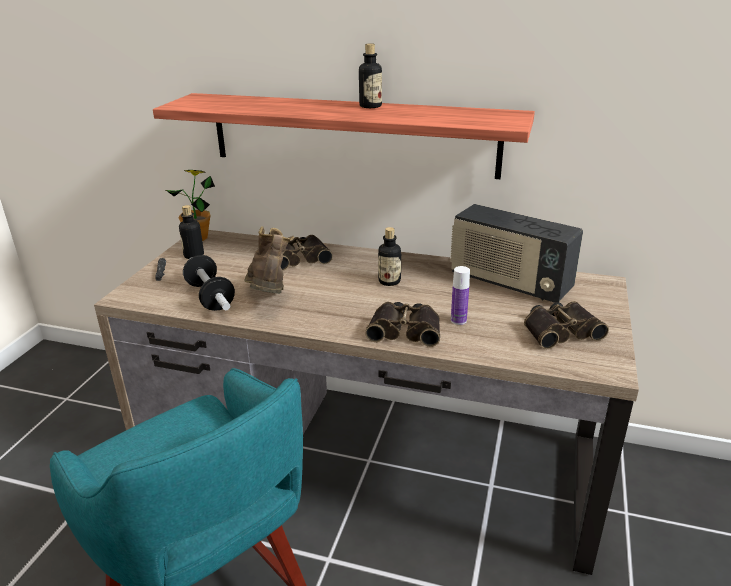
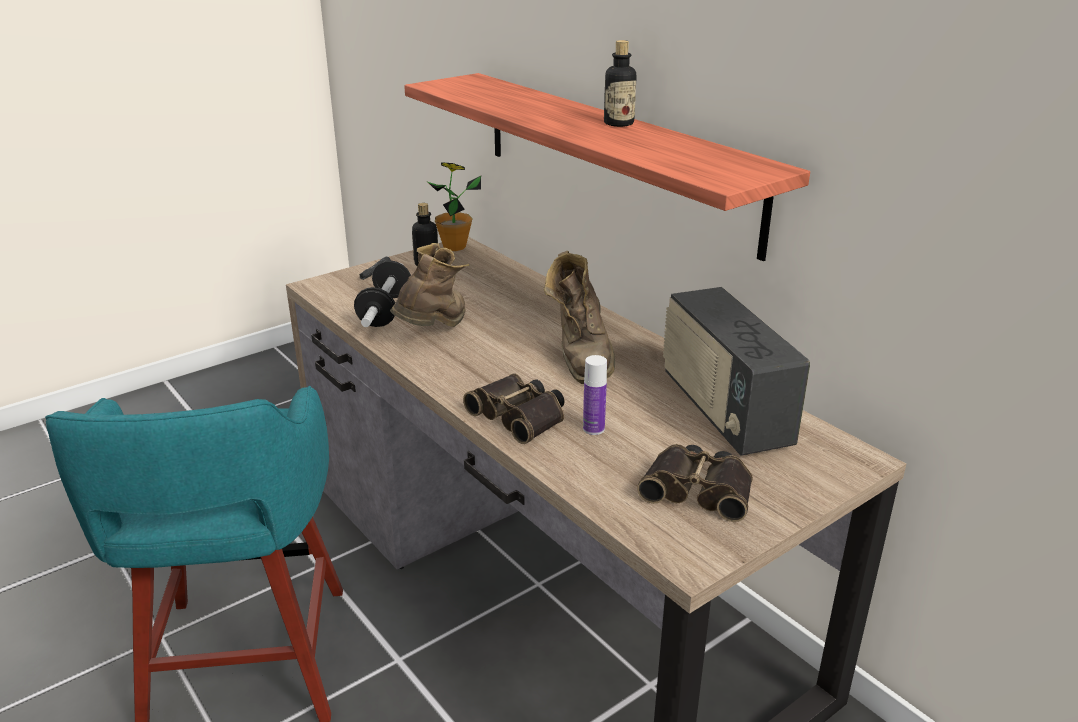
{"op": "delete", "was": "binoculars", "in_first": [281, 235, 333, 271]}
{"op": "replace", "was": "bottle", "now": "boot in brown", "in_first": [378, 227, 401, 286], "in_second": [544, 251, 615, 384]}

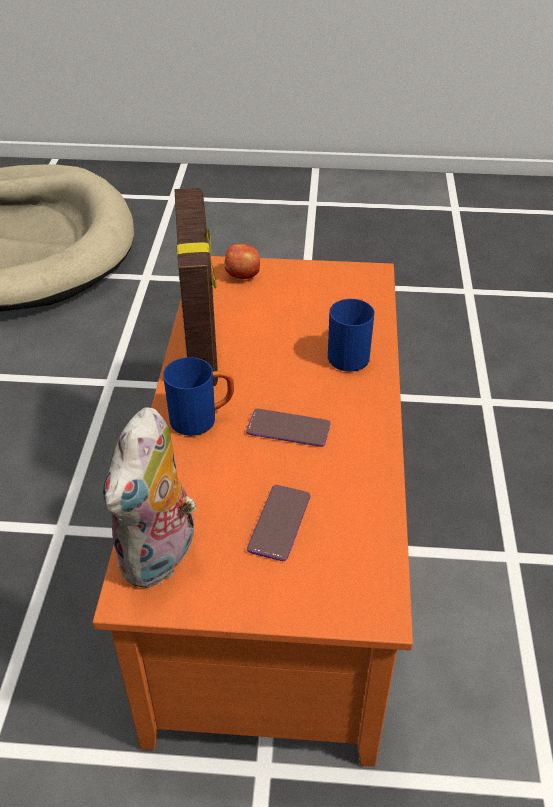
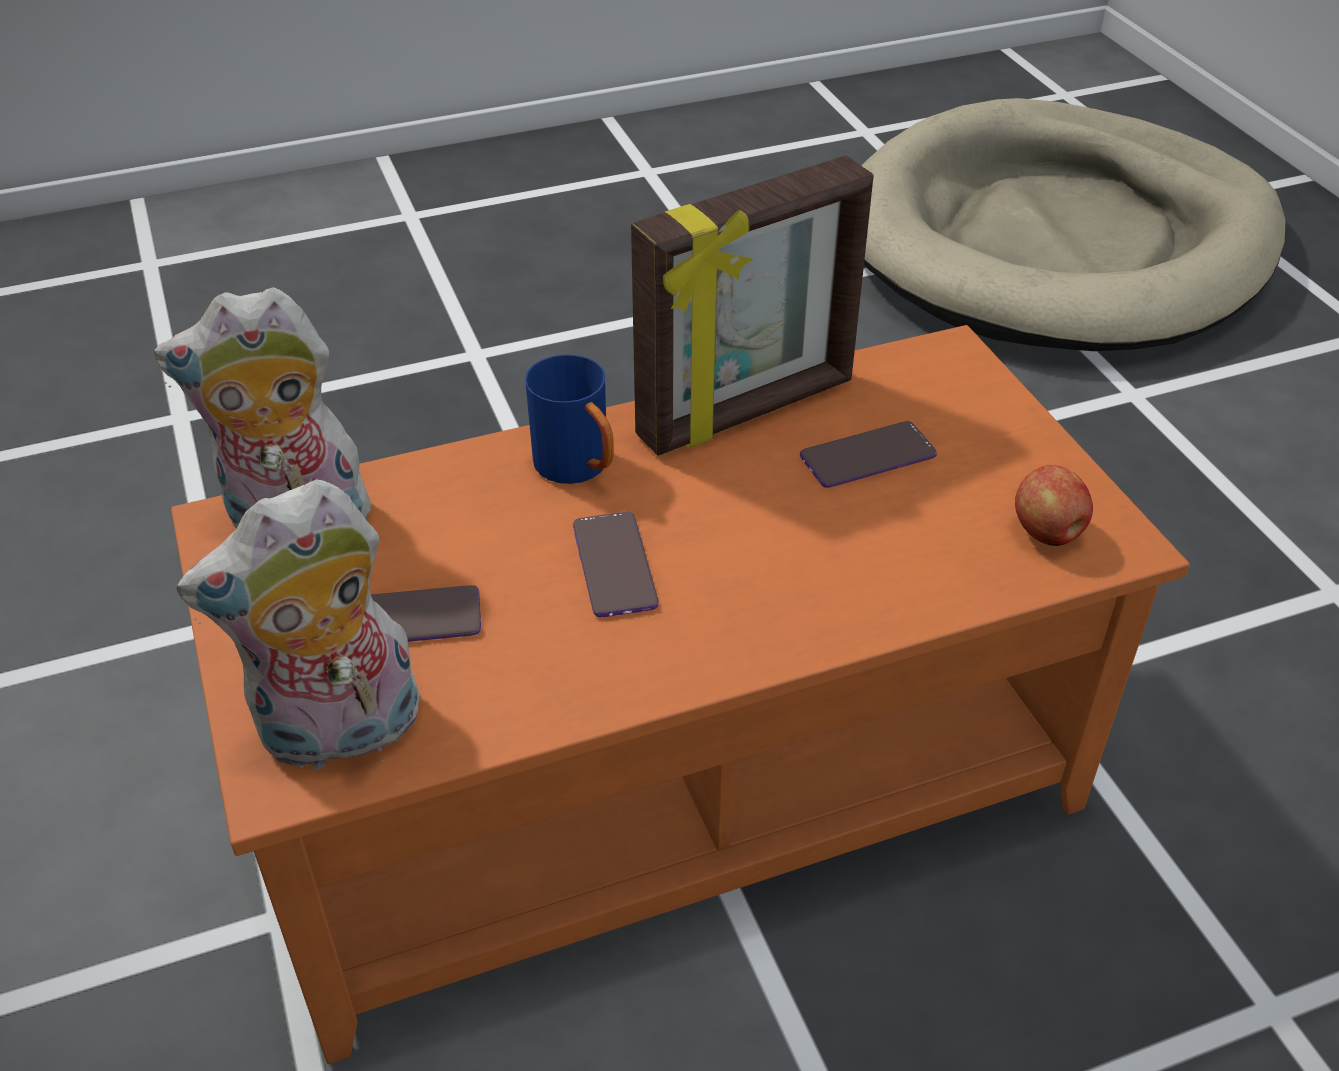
{"op": "delete", "was": "mug in blue", "in_first": [328, 298, 375, 372]}
{"op": "insert", "now": "plush toy", "in_second": [176, 479, 419, 772]}
{"op": "insert", "now": "phone", "in_second": [800, 421, 937, 488]}
{"op": "move", "was": "apple", "in_first": [224, 244, 260, 279], "in_second": [1015, 465, 1093, 546]}

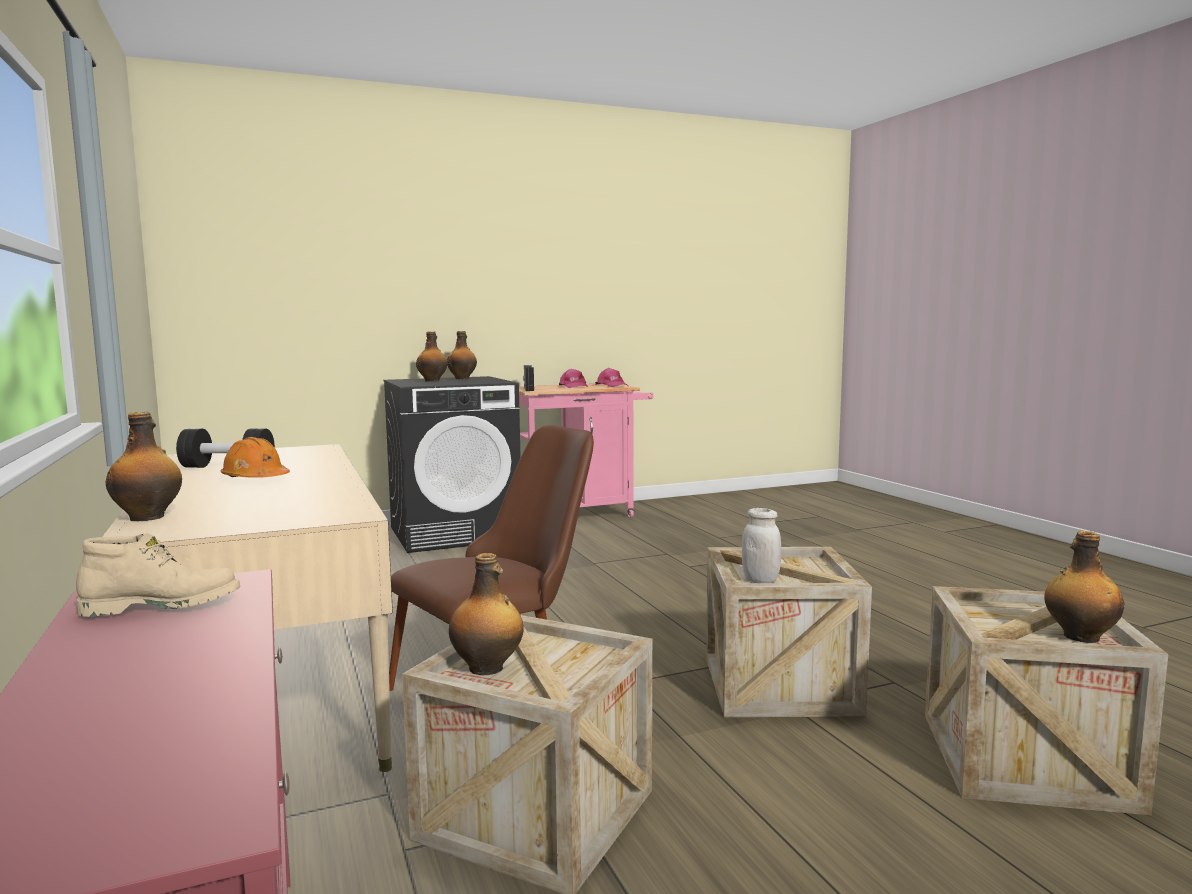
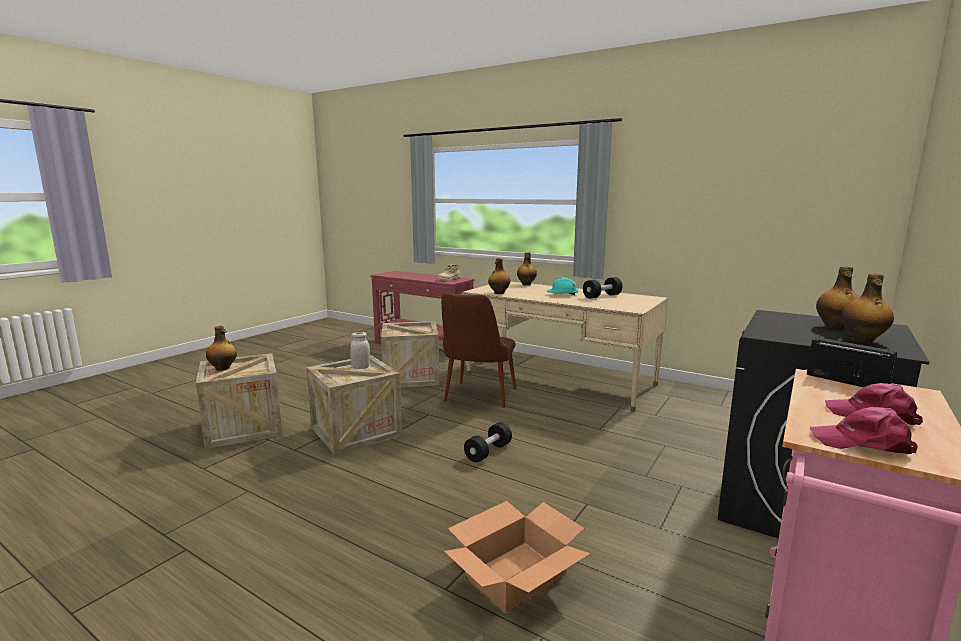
{"op": "insert", "now": "cardboard box", "in_second": [444, 501, 591, 613]}
{"op": "insert", "now": "dumbbell in black", "in_second": [464, 422, 512, 463]}
{"op": "move", "was": "bottle", "in_first": [449, 553, 524, 675], "in_second": [488, 258, 510, 294]}
{"op": "recolor", "was": "hard hat in orange", "now": "hard hat in turquoise", "in_first": [221, 437, 290, 478], "in_second": [547, 277, 578, 296]}

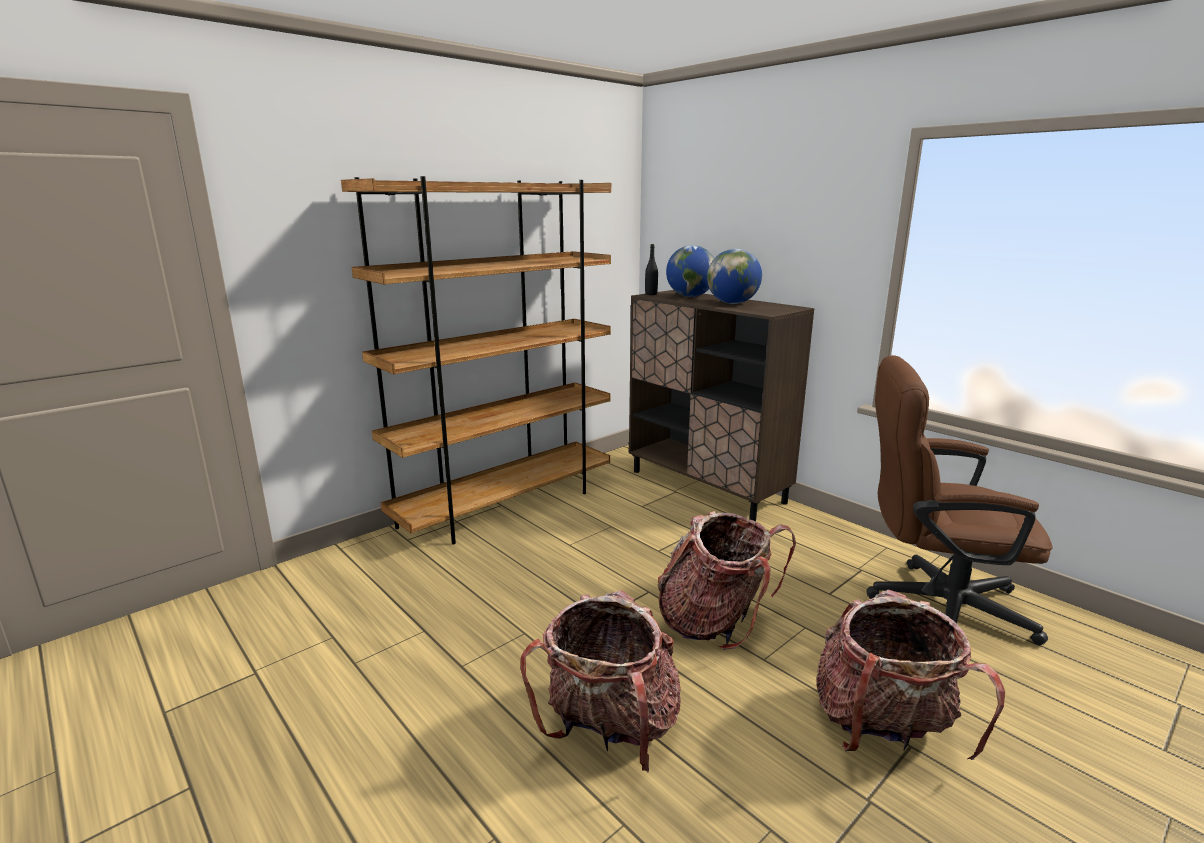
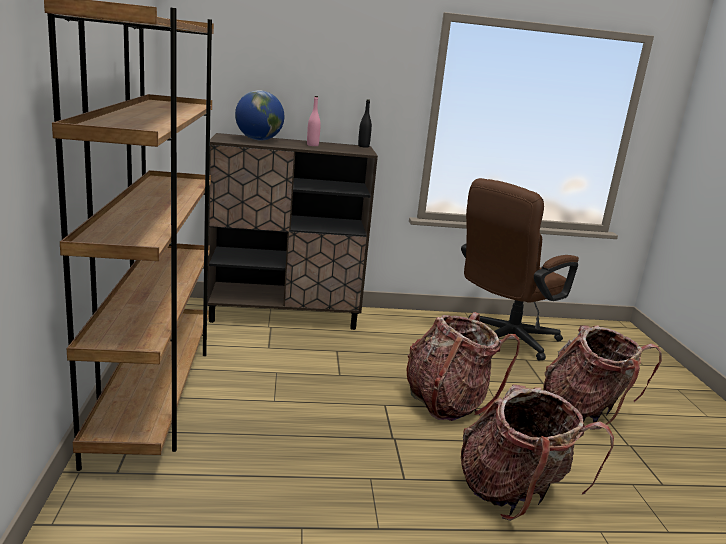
{"op": "move", "was": "bottle in black", "in_first": [645, 244, 658, 295], "in_second": [358, 99, 372, 148]}
{"op": "replace", "was": "globe", "now": "bottle in pink", "in_first": [707, 249, 762, 304], "in_second": [307, 96, 321, 146]}

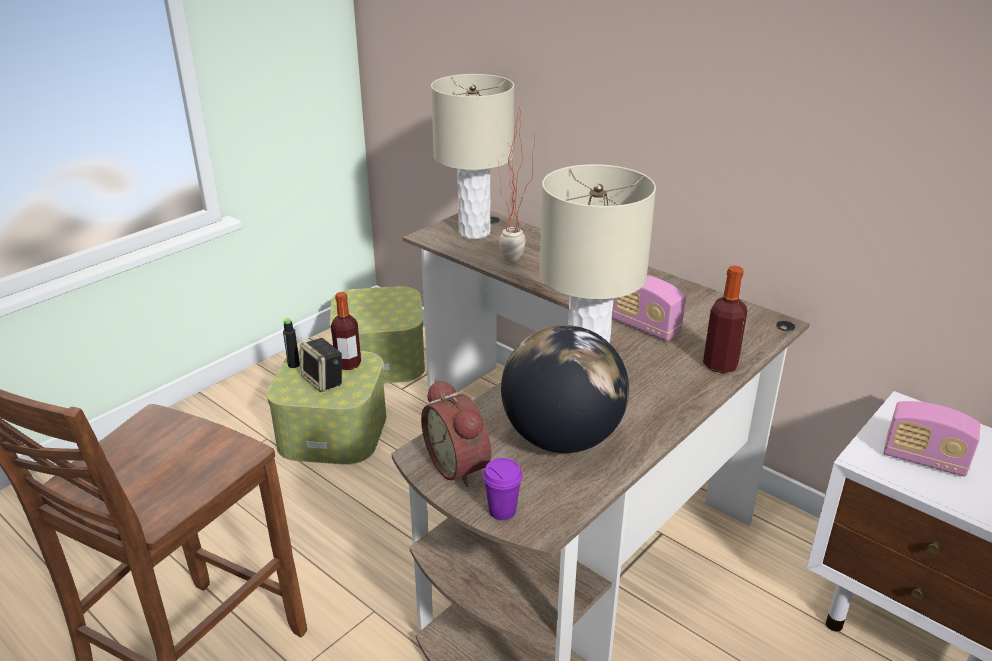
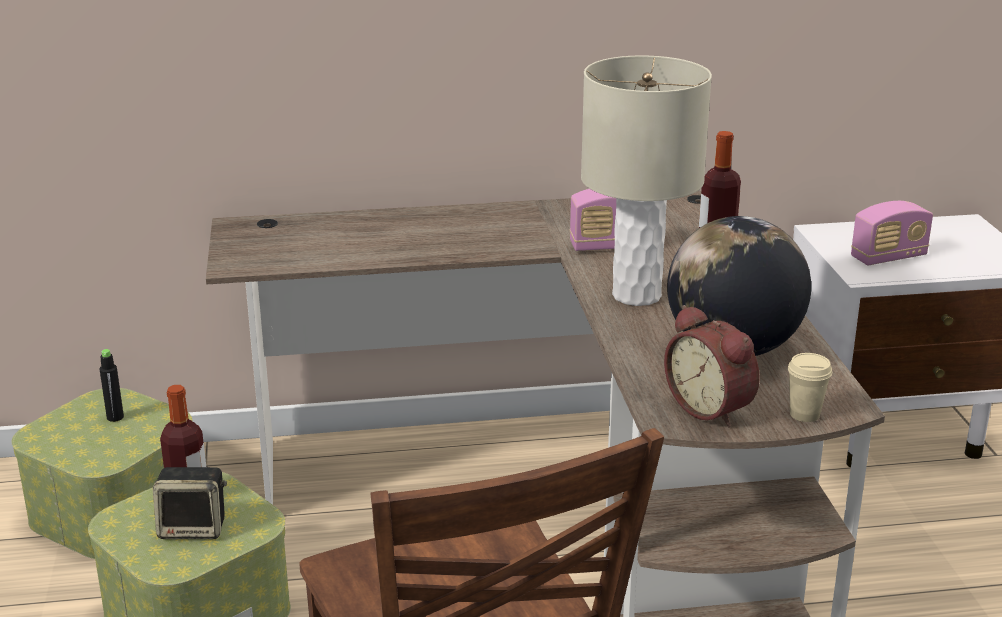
{"op": "delete", "was": "table lamp in beige", "in_first": [431, 74, 514, 239]}
{"op": "delete", "was": "potted plant", "in_first": [499, 106, 535, 262]}
{"op": "move", "was": "bottle in black", "in_first": [282, 318, 300, 368], "in_second": [100, 349, 124, 422]}
{"op": "recolor", "was": "cup in purple", "now": "cup in beige", "in_first": [483, 458, 523, 520], "in_second": [788, 353, 832, 422]}
{"op": "rotate", "was": "alarm clock", "in_first": [421, 379, 491, 487], "in_second": [664, 305, 760, 427], "clockwise": 45}

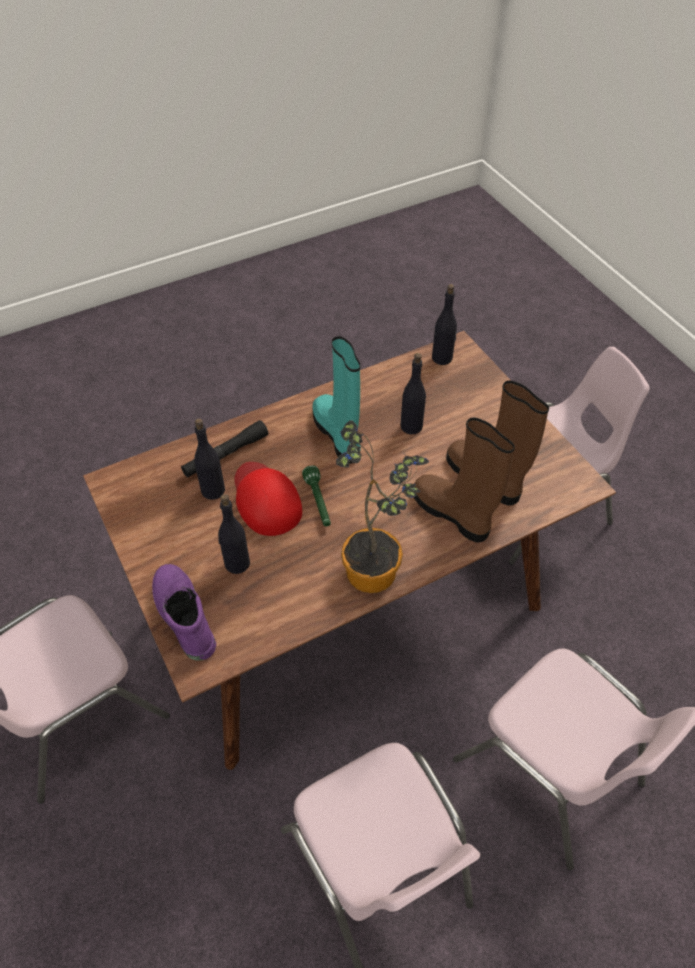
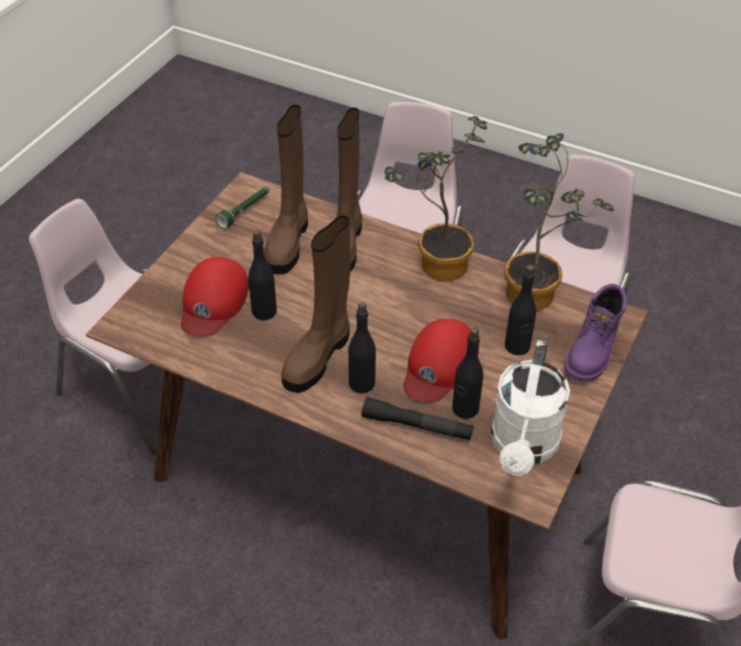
{"op": "insert", "now": "cap in red", "in_second": [181, 257, 249, 337]}
{"op": "insert", "now": "watering can in white", "in_second": [491, 340, 570, 476]}
{"op": "insert", "now": "potted plant", "in_second": [504, 133, 614, 311]}
{"op": "move", "was": "flashlight in green", "in_first": [302, 465, 331, 527], "in_second": [216, 187, 269, 228]}
{"op": "move", "was": "bottle in black", "in_first": [432, 284, 457, 365], "in_second": [348, 302, 376, 393]}
{"op": "recolor", "was": "boot in turquoise", "now": "boot in brown", "in_first": [312, 336, 361, 464], "in_second": [281, 215, 351, 393]}

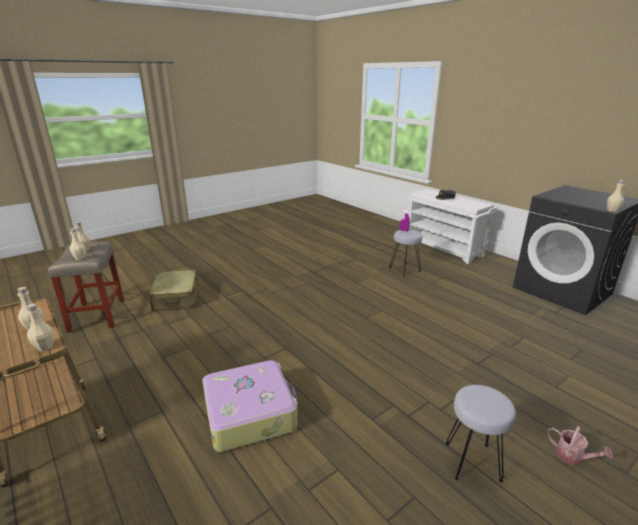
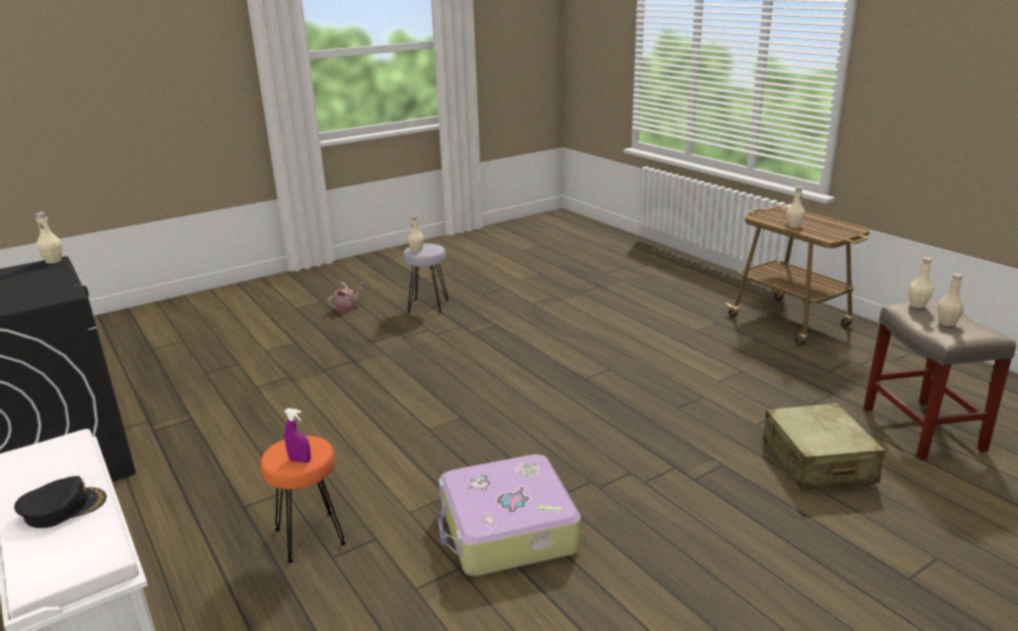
{"op": "move", "was": "bottle in beige", "in_first": [27, 304, 54, 351], "in_second": [408, 216, 424, 252]}
{"op": "move", "was": "suitcase", "in_first": [202, 360, 298, 452], "in_second": [438, 454, 581, 576]}
{"op": "recolor", "was": "stool in grey", "now": "stool in orange", "in_first": [390, 229, 422, 276], "in_second": [261, 435, 346, 563]}
{"op": "rotate", "was": "watering can", "in_first": [547, 426, 613, 465], "in_second": [328, 282, 366, 312], "clockwise": 90}

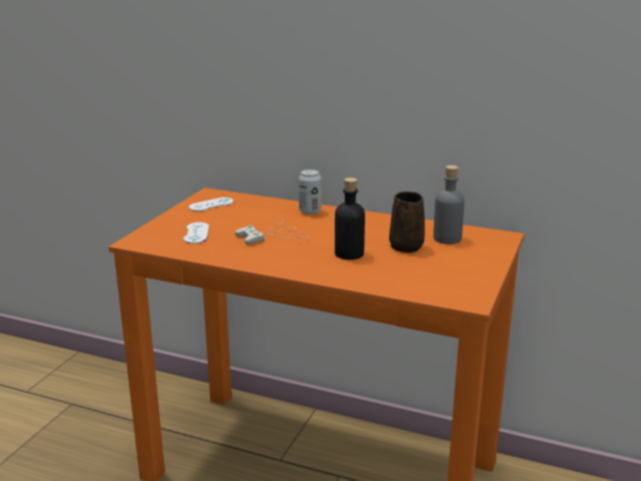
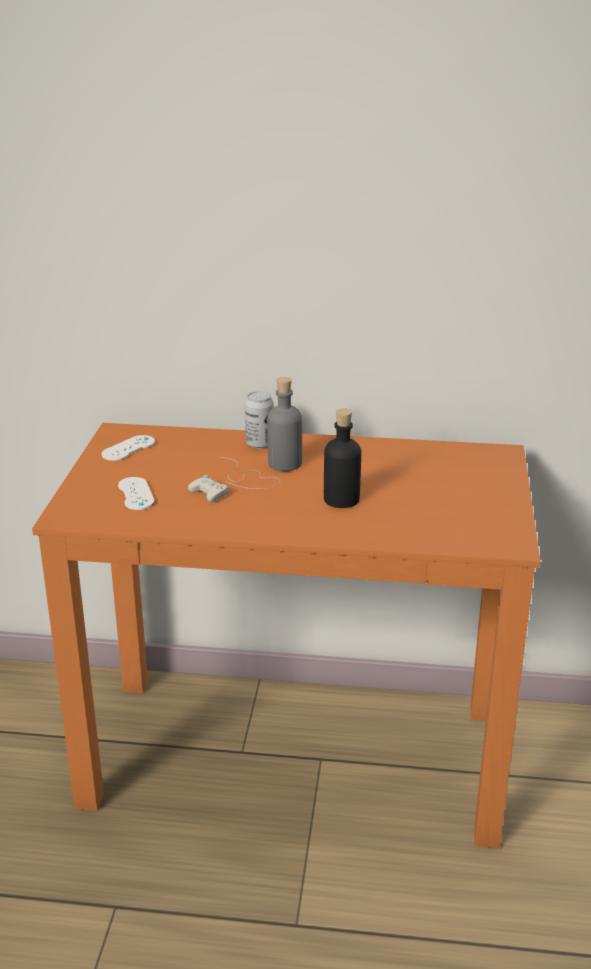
{"op": "delete", "was": "mug in brown", "in_first": [389, 191, 425, 253]}
{"op": "move", "was": "bottle in grey", "in_first": [433, 165, 464, 244], "in_second": [267, 377, 302, 471]}

